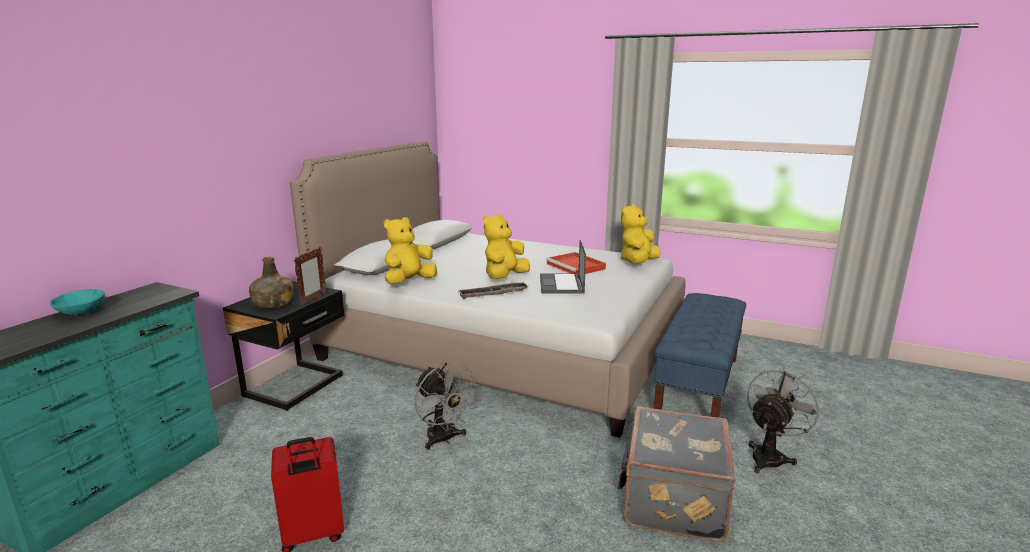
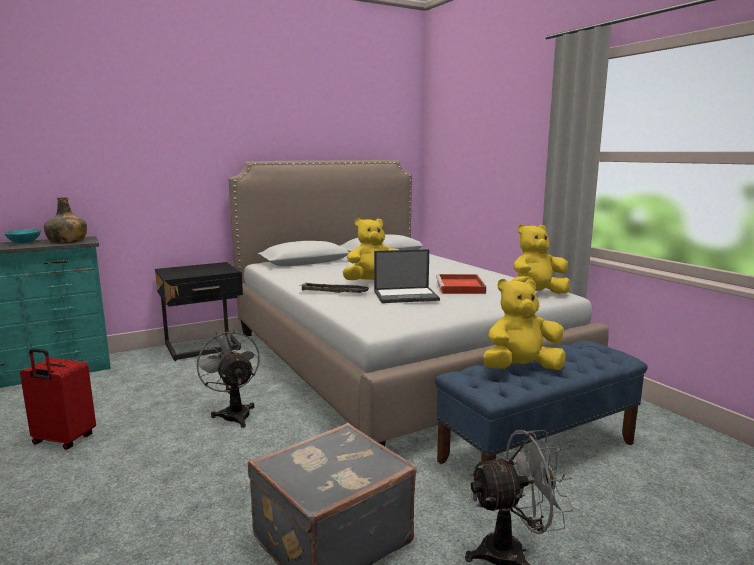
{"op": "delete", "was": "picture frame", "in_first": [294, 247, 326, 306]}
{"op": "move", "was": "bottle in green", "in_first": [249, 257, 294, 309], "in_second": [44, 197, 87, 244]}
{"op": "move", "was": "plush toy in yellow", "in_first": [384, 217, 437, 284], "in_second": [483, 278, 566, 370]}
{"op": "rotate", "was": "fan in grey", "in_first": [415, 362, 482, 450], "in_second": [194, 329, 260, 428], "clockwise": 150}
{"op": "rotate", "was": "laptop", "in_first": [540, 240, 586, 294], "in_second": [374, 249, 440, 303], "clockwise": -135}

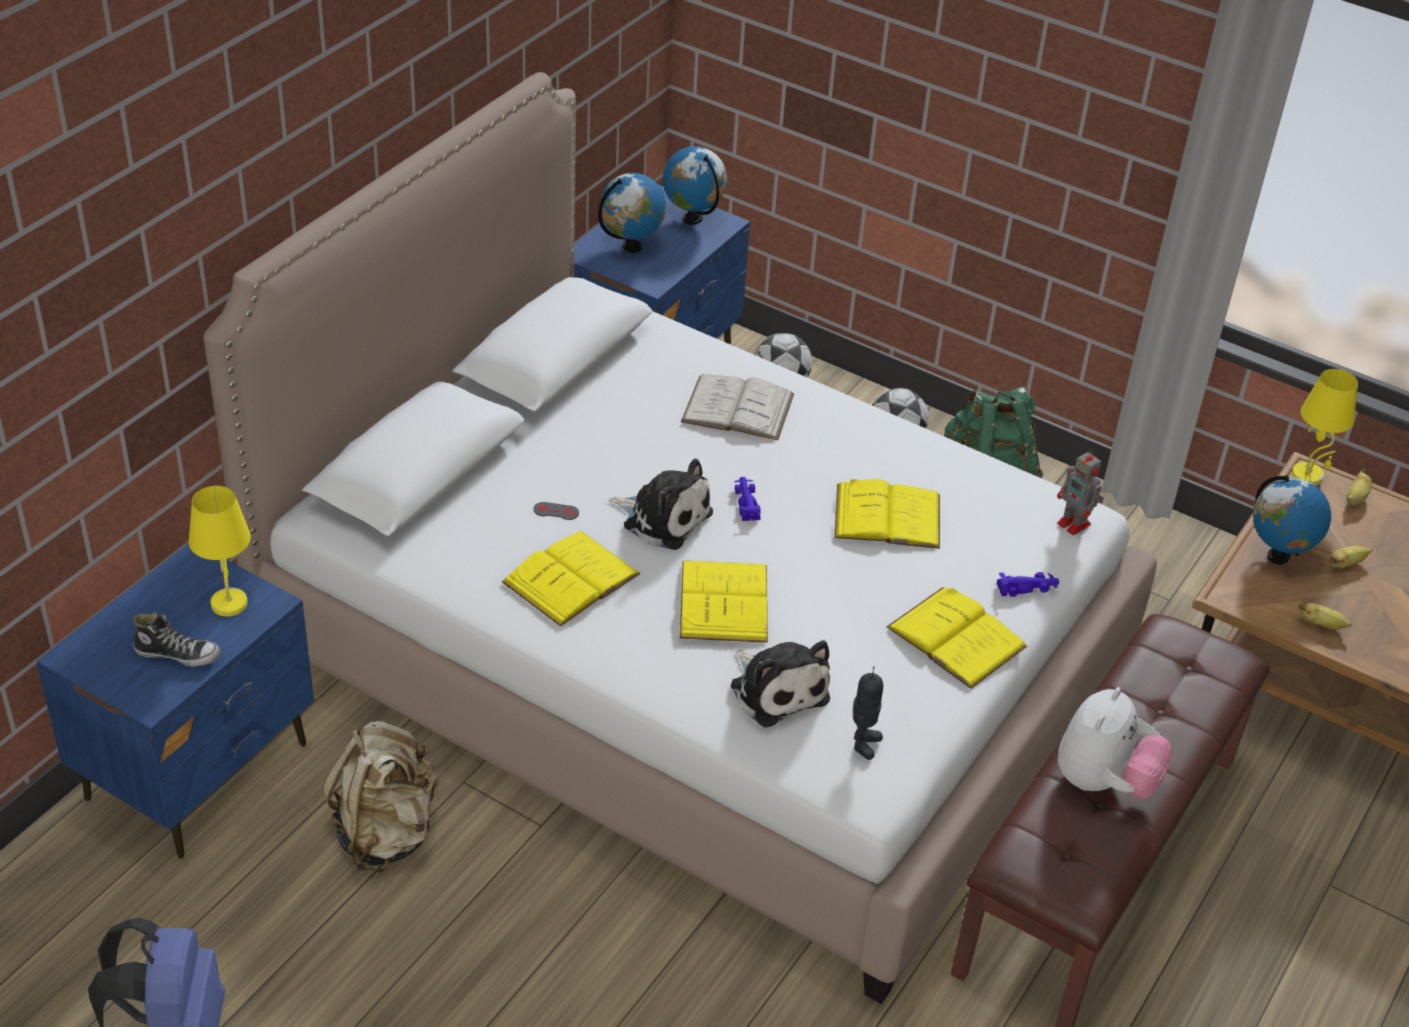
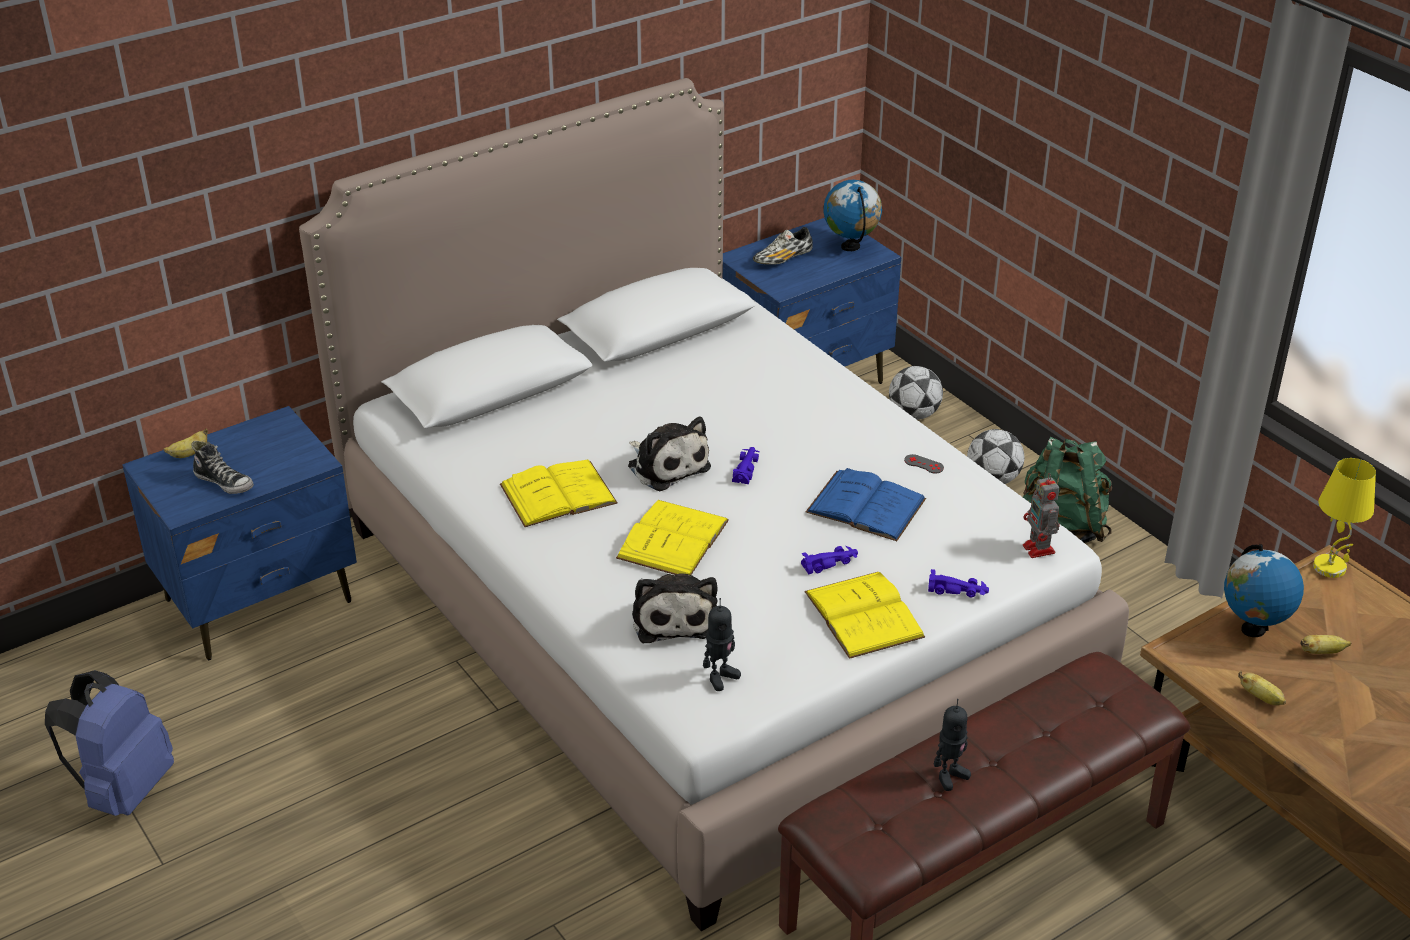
{"op": "delete", "was": "table lamp in yellow", "in_first": [189, 486, 251, 617]}
{"op": "delete", "was": "backpack in beige", "in_first": [322, 721, 440, 872]}
{"op": "delete", "was": "book in white", "in_first": [681, 374, 794, 440]}
{"op": "insert", "now": "toy car in purple", "in_second": [801, 546, 858, 574]}
{"op": "move", "was": "game controller in grey", "in_first": [533, 502, 579, 520], "in_second": [904, 454, 944, 474]}
{"op": "move", "was": "banana", "in_first": [1347, 468, 1372, 505], "in_second": [164, 429, 208, 458]}
{"op": "replace", "was": "globe", "now": "shoe", "in_first": [598, 173, 666, 253], "in_second": [753, 227, 813, 265]}
{"op": "replace", "was": "plush toy", "now": "toy robot", "in_first": [1058, 687, 1173, 799], "in_second": [934, 699, 971, 791]}
{"op": "recolor", "was": "book in yellow", "now": "book in blue", "in_first": [834, 479, 940, 549], "in_second": [806, 468, 926, 541]}

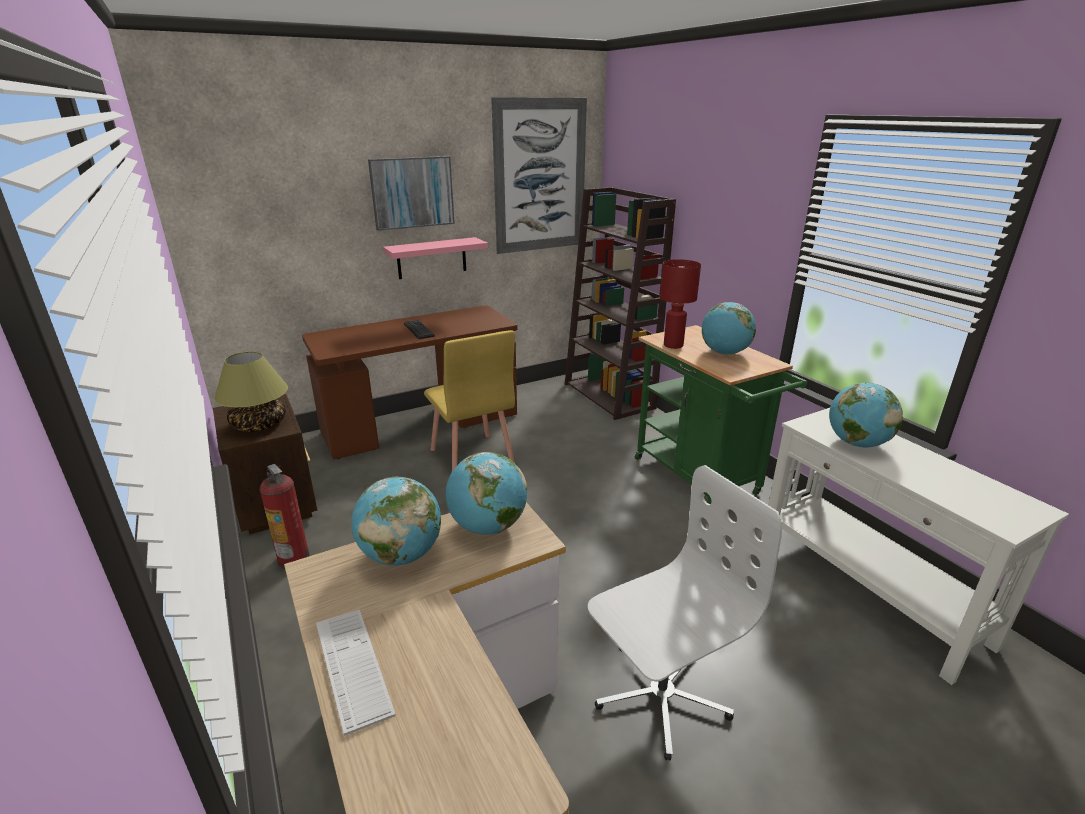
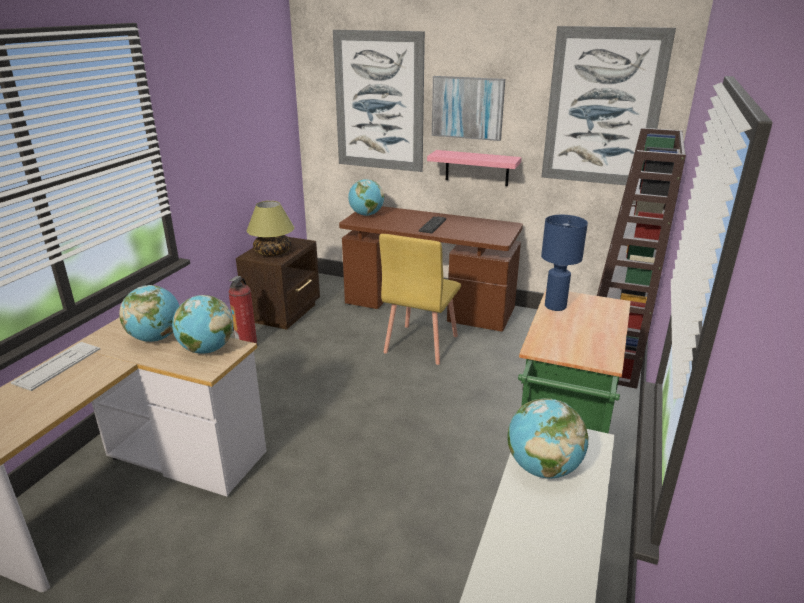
{"op": "delete", "was": "office chair in white", "in_first": [588, 465, 782, 761]}
{"op": "insert", "now": "picture", "in_second": [333, 30, 425, 172]}
{"op": "move", "was": "globe", "in_first": [702, 302, 756, 355], "in_second": [348, 179, 384, 216]}
{"op": "recolor", "was": "table lamp in red", "now": "table lamp in blue", "in_first": [660, 259, 701, 349], "in_second": [541, 215, 588, 311]}

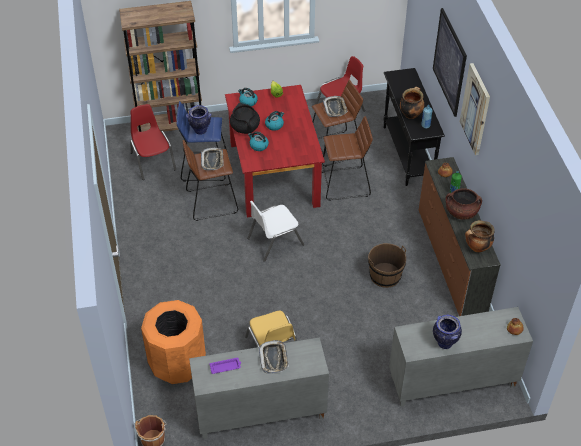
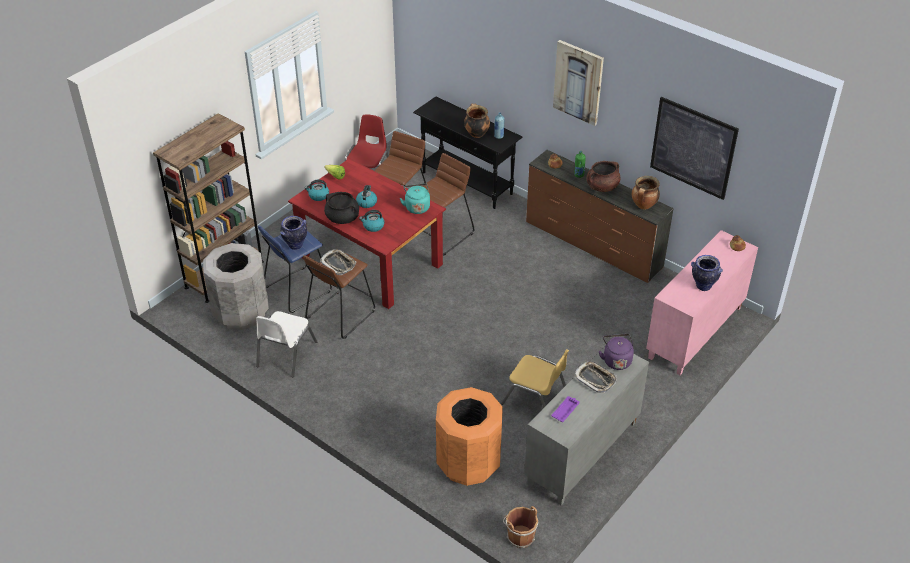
{"op": "delete", "was": "tray", "in_first": [323, 96, 348, 117]}
{"op": "delete", "was": "bucket in brown", "in_first": [368, 243, 406, 288]}
{"op": "insert", "now": "kettle in turquoise", "in_second": [400, 183, 430, 214]}
{"op": "insert", "now": "kettle in purple", "in_second": [599, 334, 634, 370]}
{"op": "move", "was": "chair in white", "in_first": [247, 201, 304, 262], "in_second": [256, 311, 317, 377]}
{"op": "move", "was": "picture", "in_first": [433, 8, 467, 117], "in_second": [650, 97, 739, 200]}
{"op": "replace", "was": "chair in red", "now": "trash can in grey", "in_first": [130, 104, 176, 180], "in_second": [203, 243, 269, 330]}
{"op": "recolor", "was": "cabinet in grey", "now": "cabinet in pink", "in_first": [389, 307, 533, 406], "in_second": [646, 230, 758, 375]}

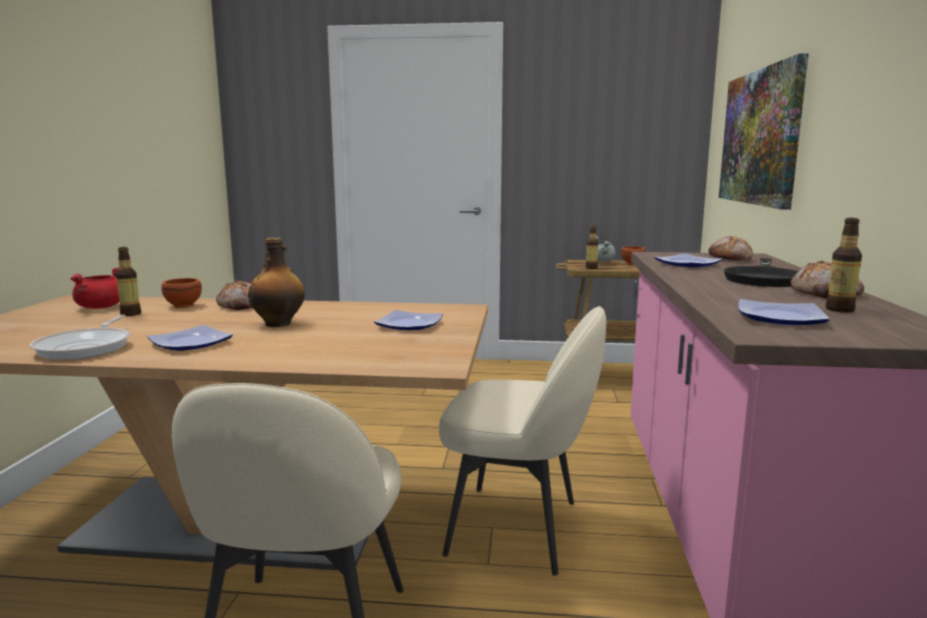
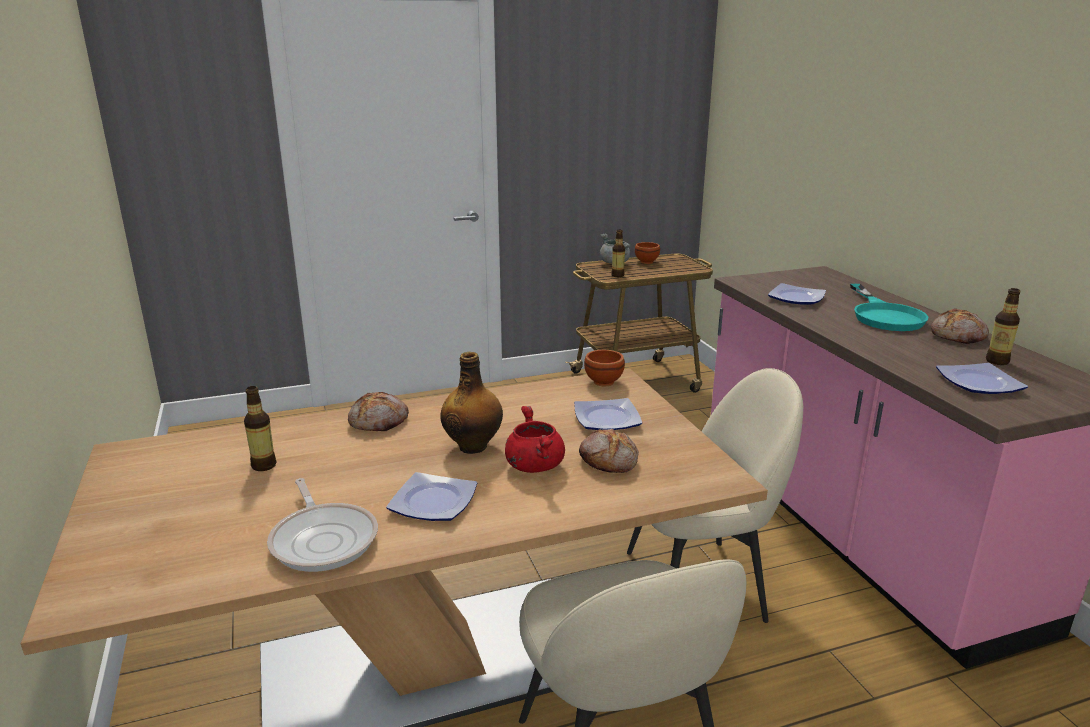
{"op": "delete", "was": "picture", "in_first": [719, 53, 809, 210]}
{"op": "move", "was": "cooking pot in red", "in_first": [70, 267, 120, 309], "in_second": [505, 406, 565, 473]}
{"op": "move", "was": "bowl in brown", "in_first": [161, 278, 202, 308], "in_second": [584, 350, 625, 386]}
{"op": "move", "was": "bread", "in_first": [709, 236, 753, 261], "in_second": [579, 429, 639, 473]}
{"op": "recolor", "was": "frying pan in black", "now": "frying pan in turquoise", "in_first": [723, 258, 799, 287], "in_second": [850, 284, 928, 331]}

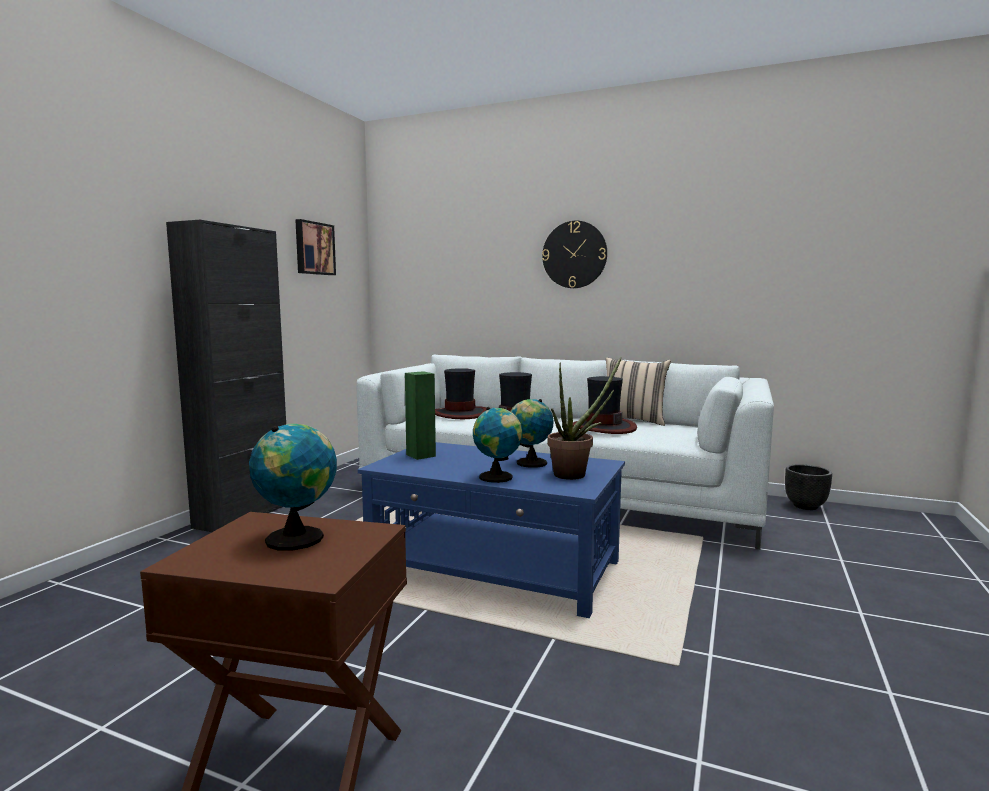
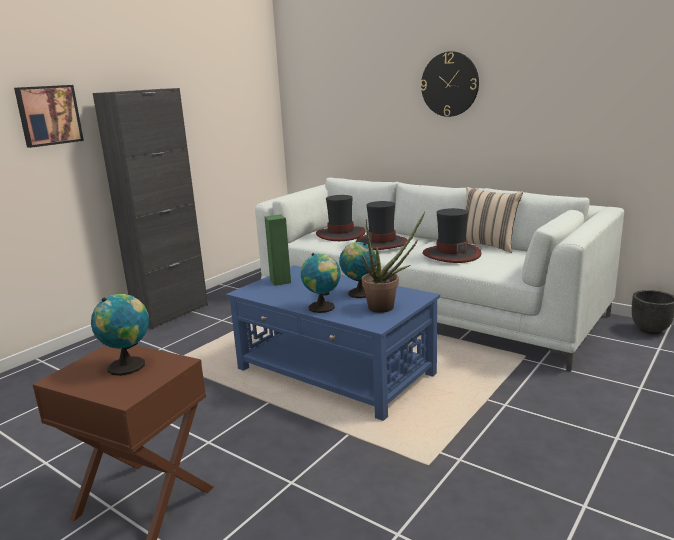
{"op": "move", "was": "picture", "in_first": [295, 219, 336, 275], "in_second": [14, 85, 84, 148]}

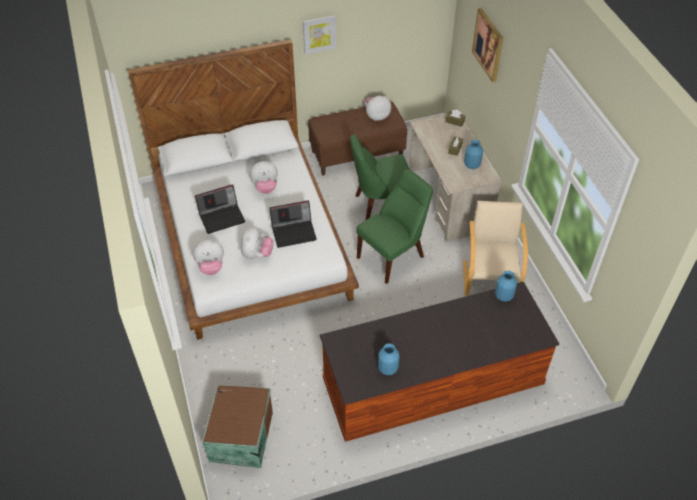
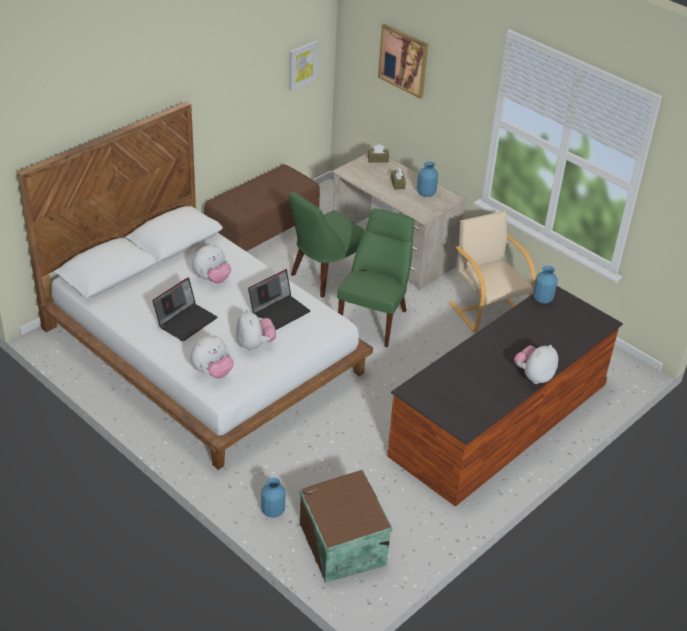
{"op": "move", "was": "picture", "in_first": [303, 15, 336, 54], "in_second": [289, 40, 319, 91]}
{"op": "move", "was": "plush toy", "in_first": [365, 96, 391, 121], "in_second": [514, 345, 558, 384]}
{"op": "move", "was": "vase in blue", "in_first": [378, 343, 400, 375], "in_second": [261, 478, 285, 518]}

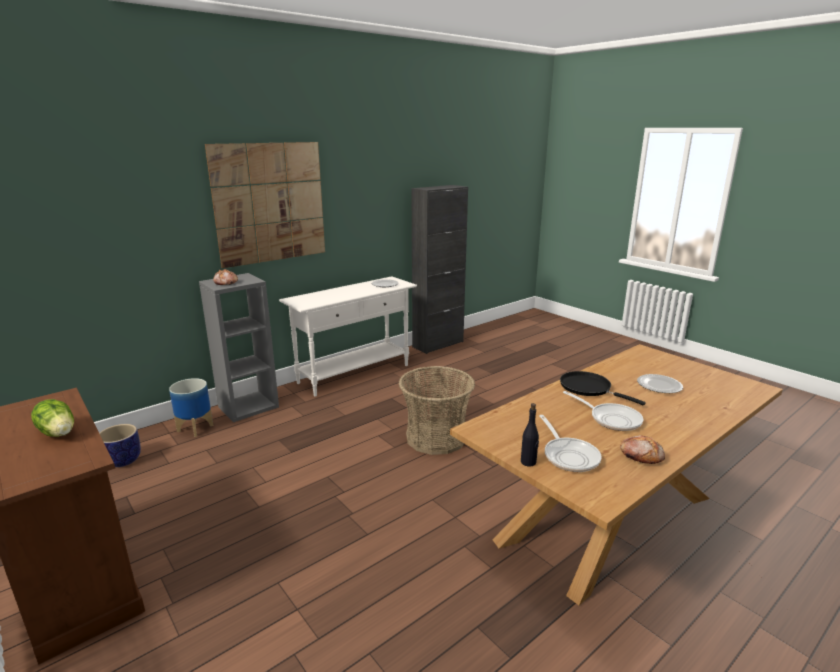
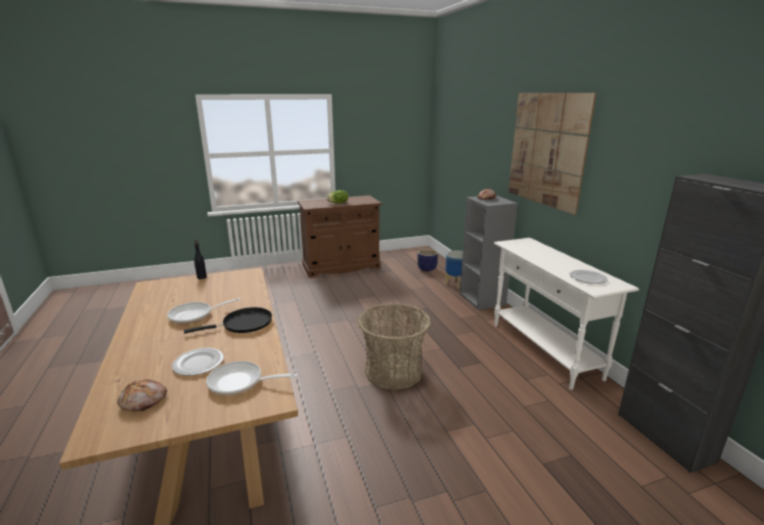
{"op": "move", "was": "frying pan", "in_first": [539, 415, 602, 472], "in_second": [206, 361, 298, 396]}
{"op": "move", "was": "bread", "in_first": [620, 435, 665, 464], "in_second": [117, 380, 167, 411]}

